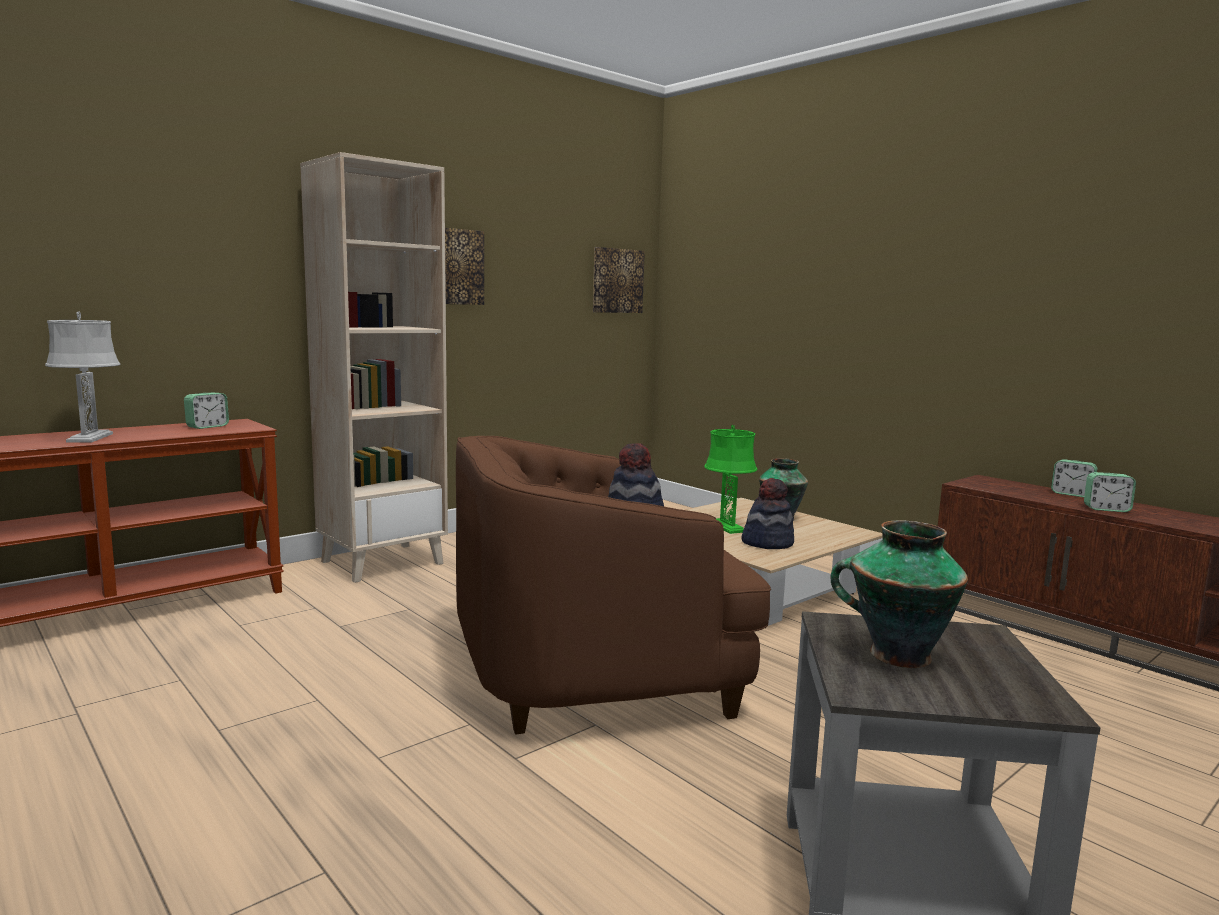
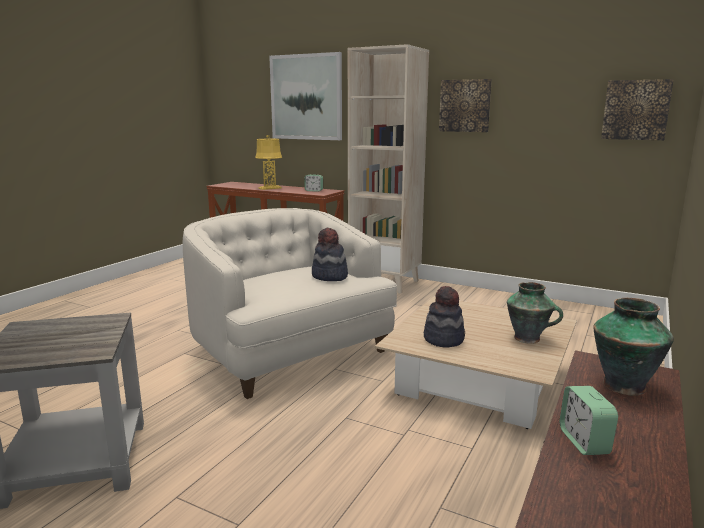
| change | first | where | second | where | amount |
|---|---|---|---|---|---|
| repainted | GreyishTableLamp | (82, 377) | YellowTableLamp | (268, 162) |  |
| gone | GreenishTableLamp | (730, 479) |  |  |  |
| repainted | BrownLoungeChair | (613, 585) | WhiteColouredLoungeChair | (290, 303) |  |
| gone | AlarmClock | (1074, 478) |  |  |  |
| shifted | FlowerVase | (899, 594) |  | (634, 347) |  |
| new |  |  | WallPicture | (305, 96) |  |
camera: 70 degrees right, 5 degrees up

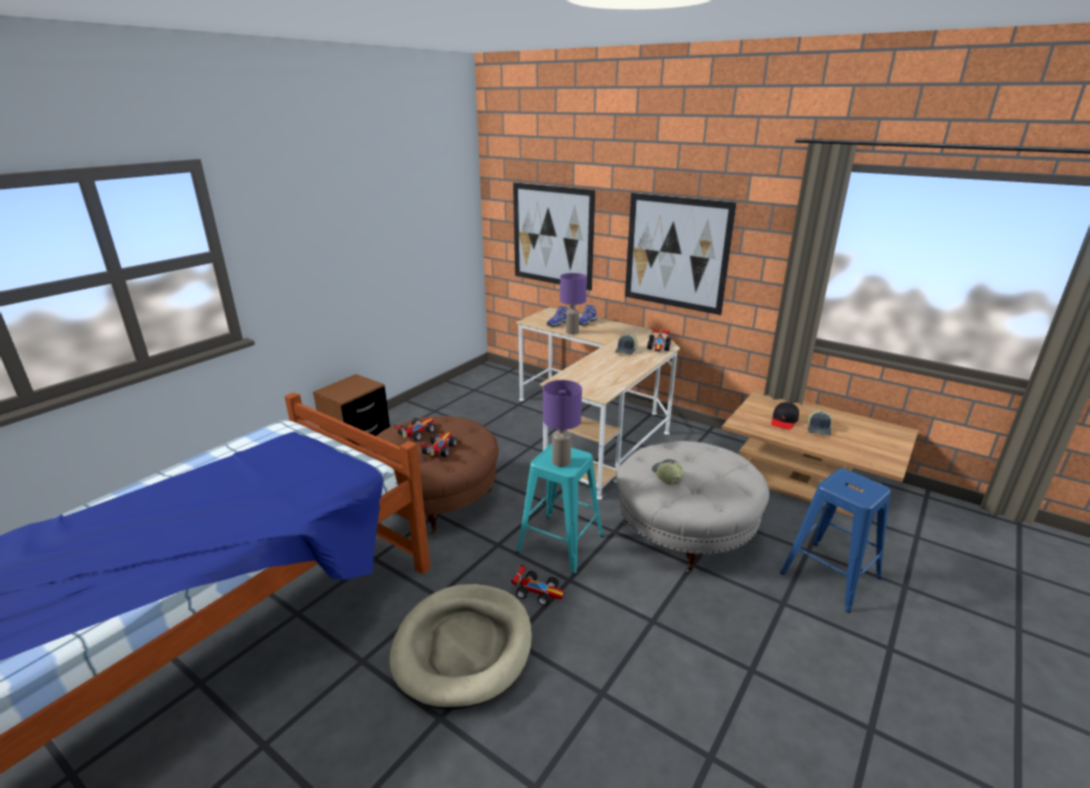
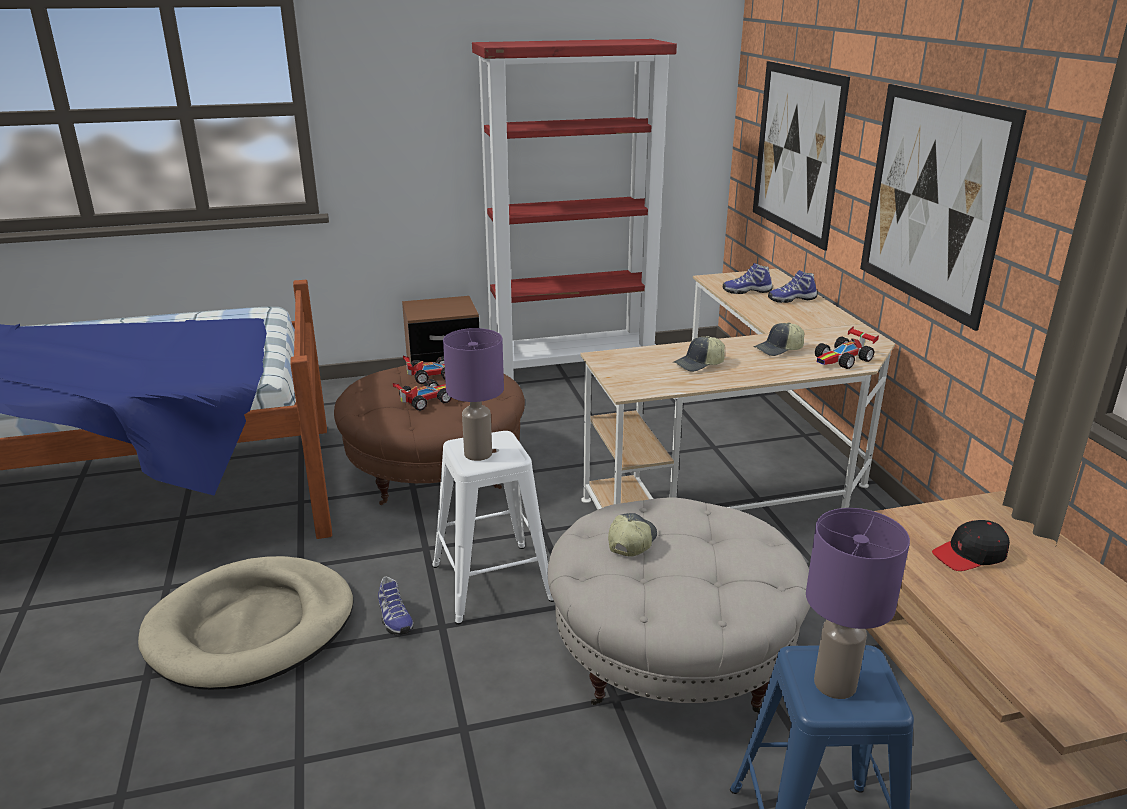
| change | first | where | second | where | amount |
|---|---|---|---|---|---|
| shifted | PurpleTableLamp | (573, 304) |  | (858, 603) |  |
| shifted | Cap | (819, 423) |  | (699, 354) |  |
| repainted | BlueGreenStoolSeat | (560, 509) | WhiteColouredStoolSeat | (493, 528) |  |
| swapped | MiniatureCar | (538, 584) | Shoe | (395, 605) |  |
| new |  |  | ReddishBookshelf | (574, 209) |  |
camera: 40 degrees right, 0 degrees up

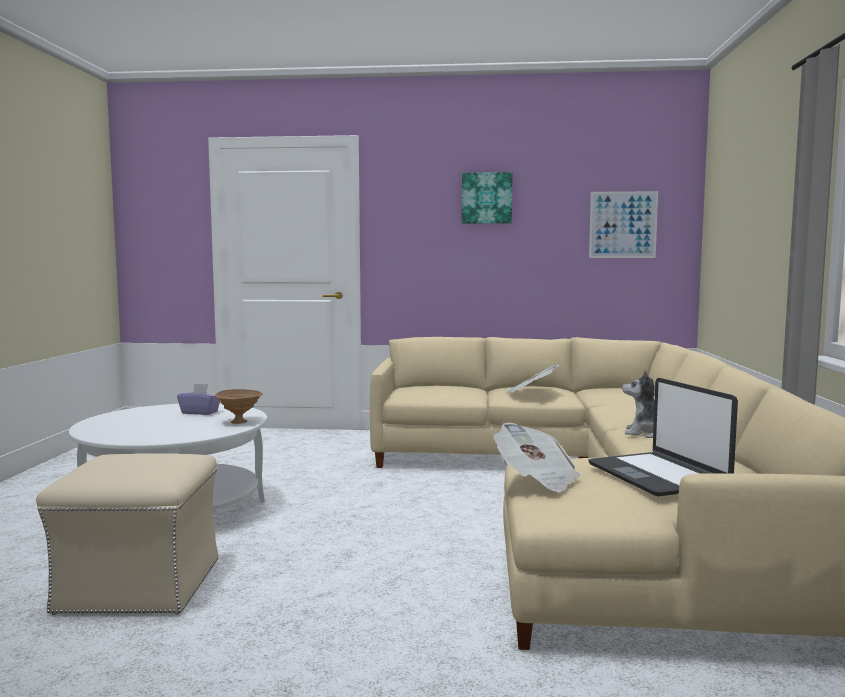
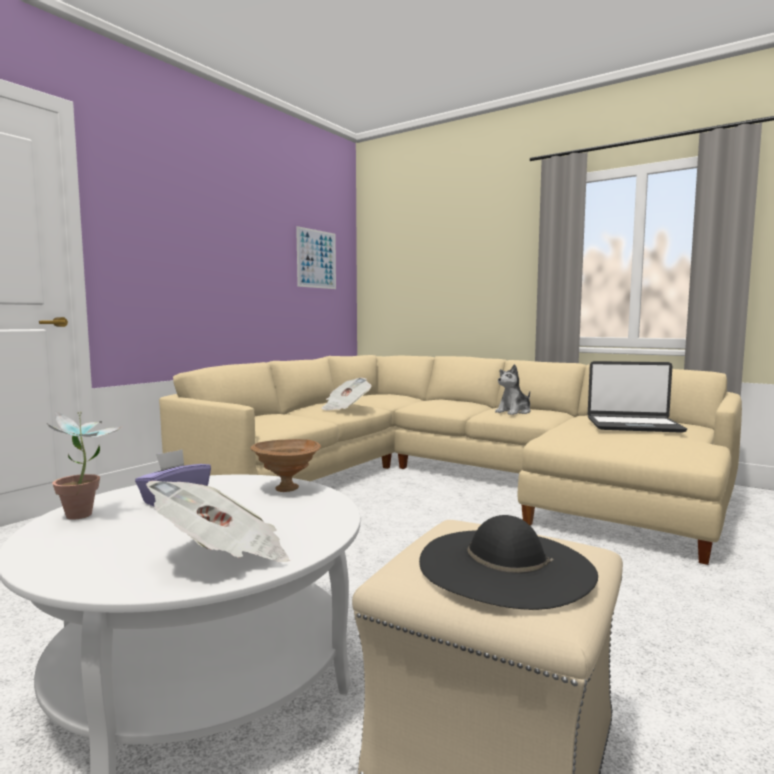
| change | first | where | second | where | amount |
|---|---|---|---|---|---|
| gone | WallPicture | (487, 198) |  |  |  |
| shifted | Newspaper | (537, 457) |  | (218, 521) |  |
| new |  |  | Houseplant | (84, 465) |  |
| new |  |  | BlackWearableHat | (508, 562) |  |
camera: 60 degrees left, 0 degrees up

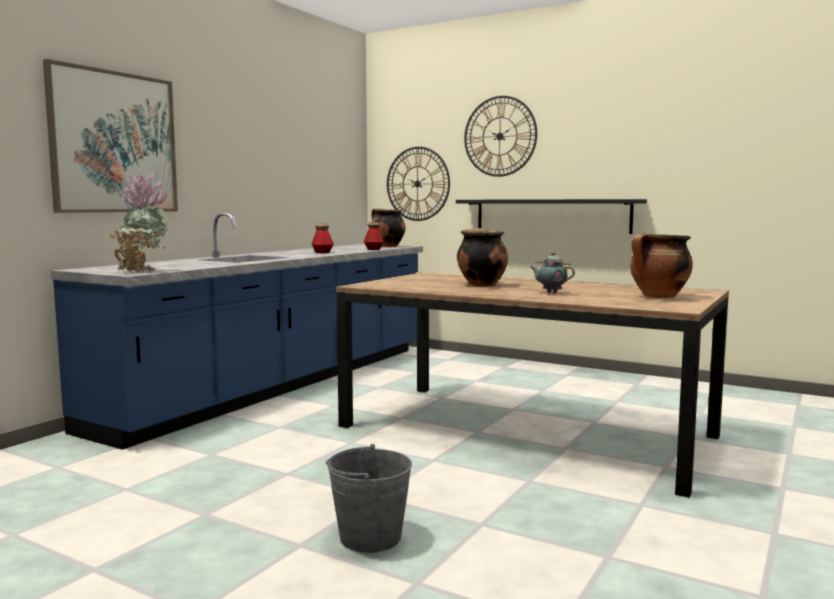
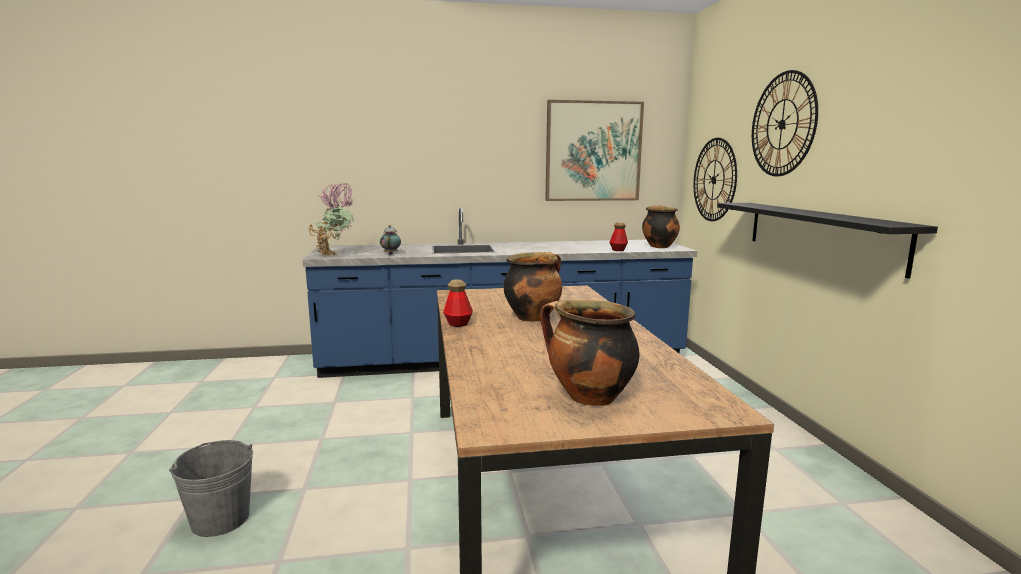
| change | first | where | second | where | amount |
|---|---|---|---|---|---|
| shifted | WallPicture | (110, 136) |  | (594, 150) |  |
| shifted | Bottle | (323, 238) |  | (458, 303) |  |
| shifted | PotForTea | (552, 272) |  | (390, 240) |  |
camera: 50 degrees right, 5 degrees up

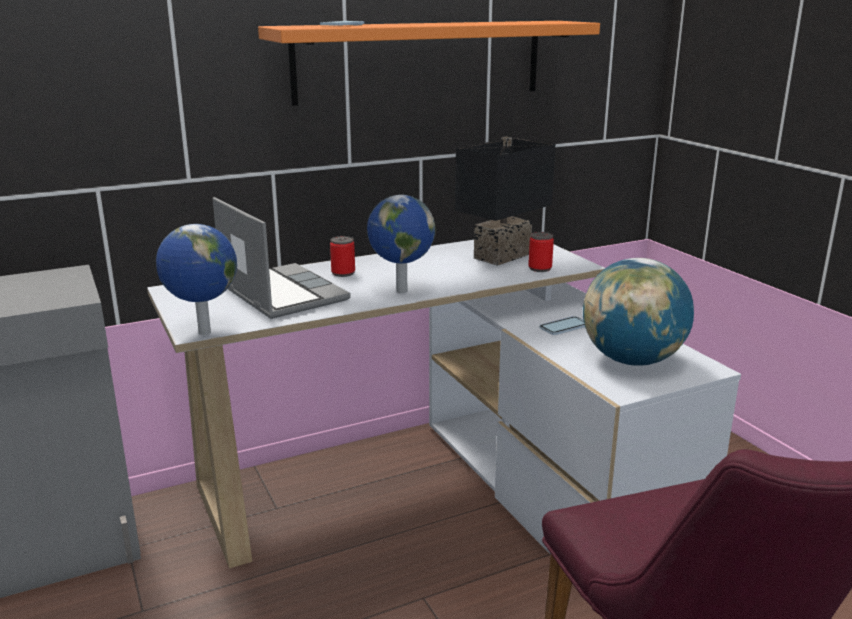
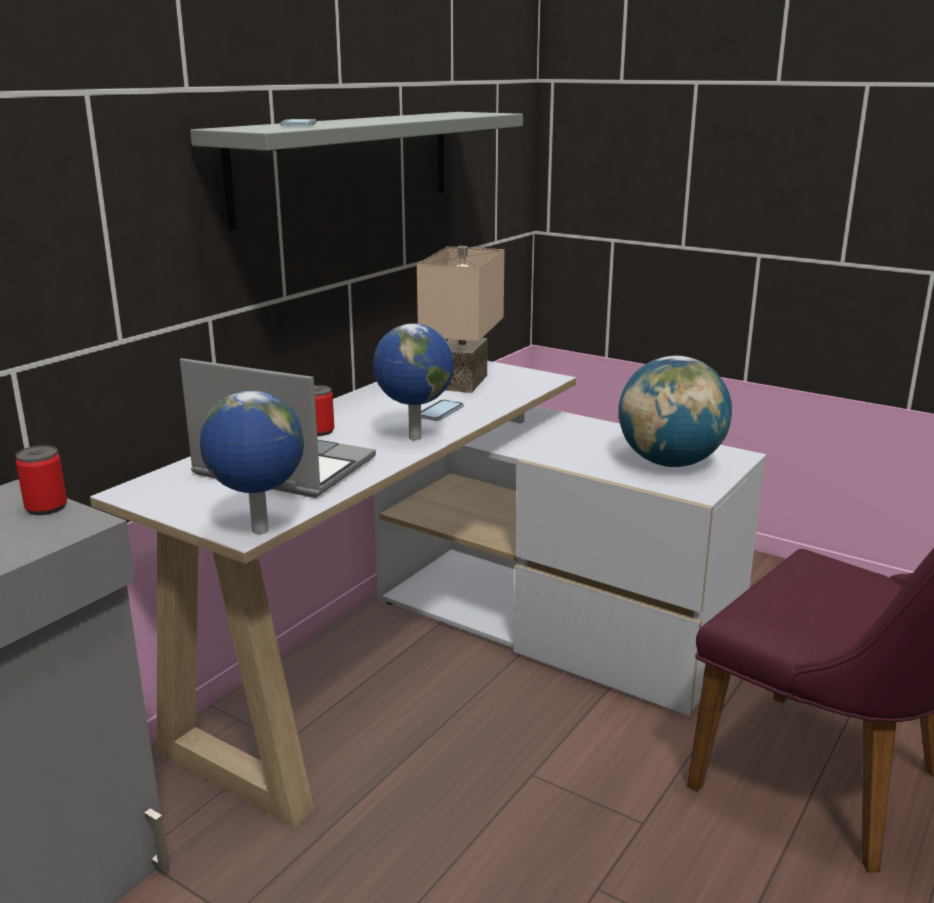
| change | first | where | second | where | amount |
|---|---|---|---|---|---|
| repainted | OrangeyWallShelf | (429, 63) | GreyishWallShelf | (356, 171) |  |
| repainted | BlackTableLamp | (505, 201) | SandColouredTableLamp | (461, 319) |  |
| shifted | Can | (541, 252) |  | (41, 480) |  |
| shifted | Telephone | (562, 325) |  | (442, 410) |  |
camera: 30 degrees left, 0 degrees up

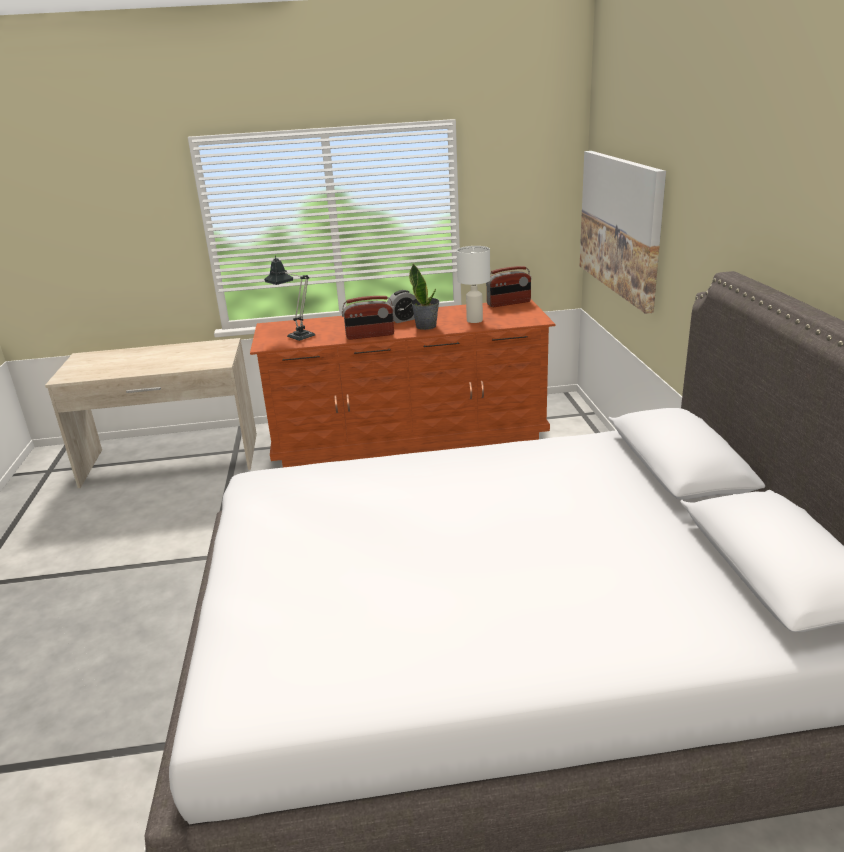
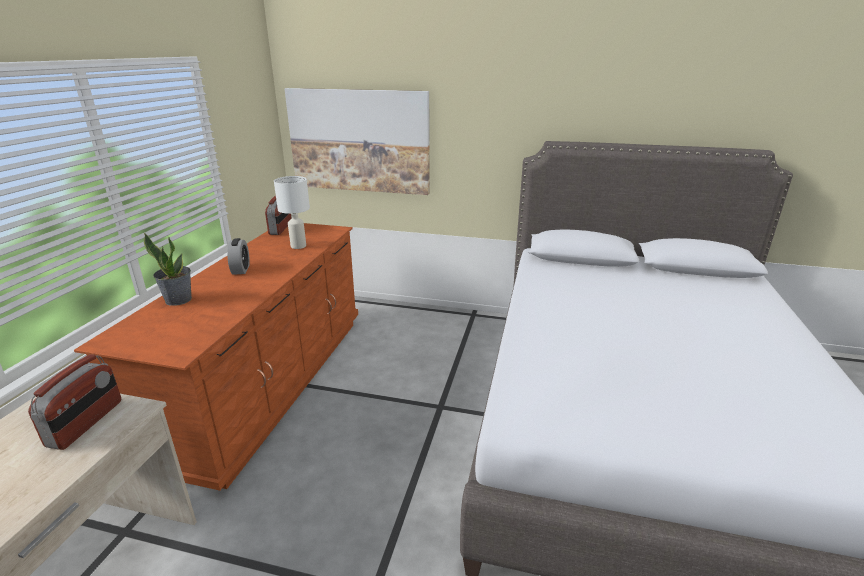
| change | first | where | second | where | amount |
|---|---|---|---|---|---|
| gone | TableLamp | (289, 298) |  |  |  |
| shifted | Houseplant | (424, 297) |  | (168, 269) |  |
| shifted | RadioReceiver | (368, 318) |  | (74, 402) |  |
camera: 70 degrees left, 0 degrees up

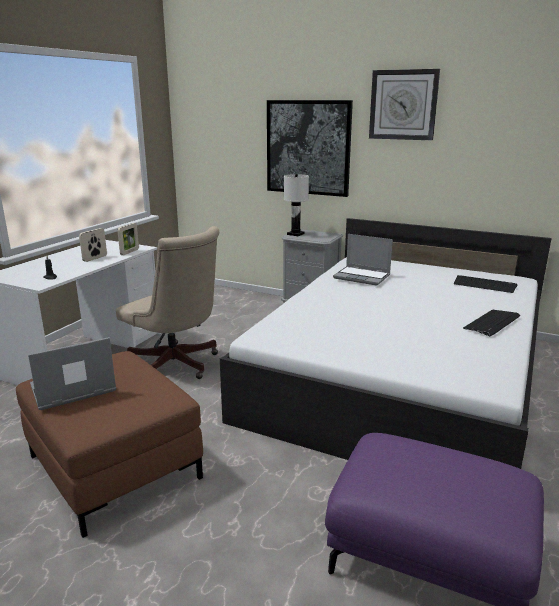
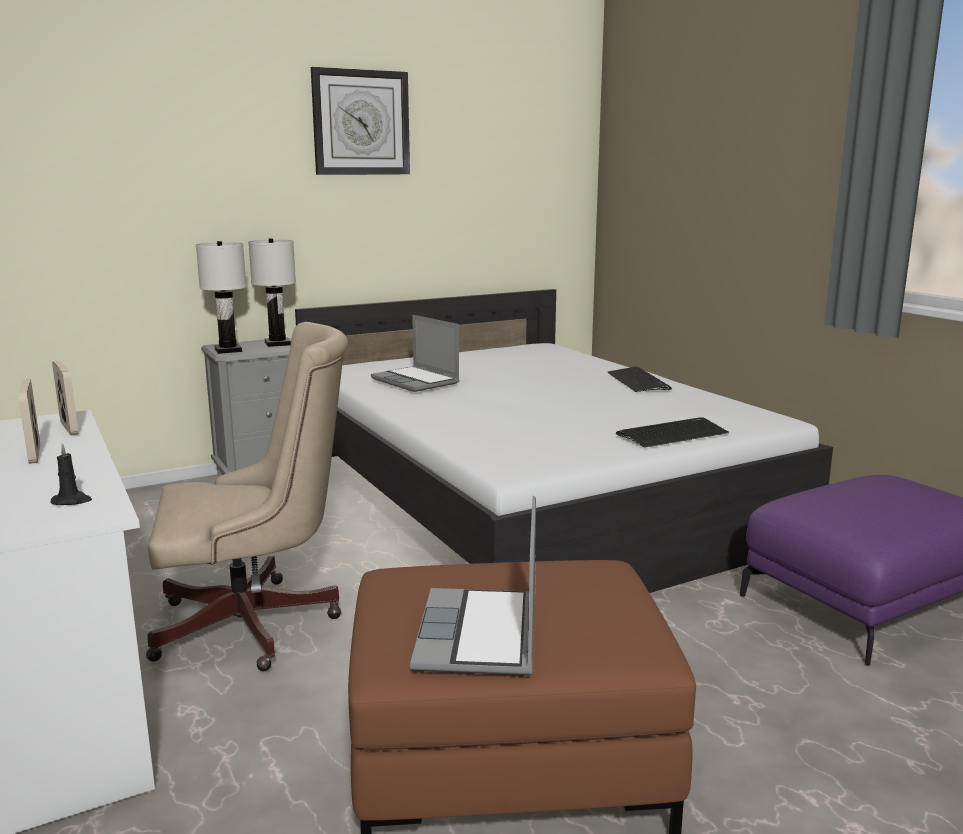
| change | first | where | second | where | amount |
|---|---|---|---|---|---|
| gone | WallPicture | (310, 148) |  |  |  |
| rotated | NotebookComputer | (363, 260) |  | (415, 353) | 75 degrees clockwise |
| shifted | PcKeyboard | (486, 284) |  | (672, 432) |  |
| new |  |  | WhiteColouredTableLamp | (272, 292) |  |
camera: 55 degrees left, 5 degrees down

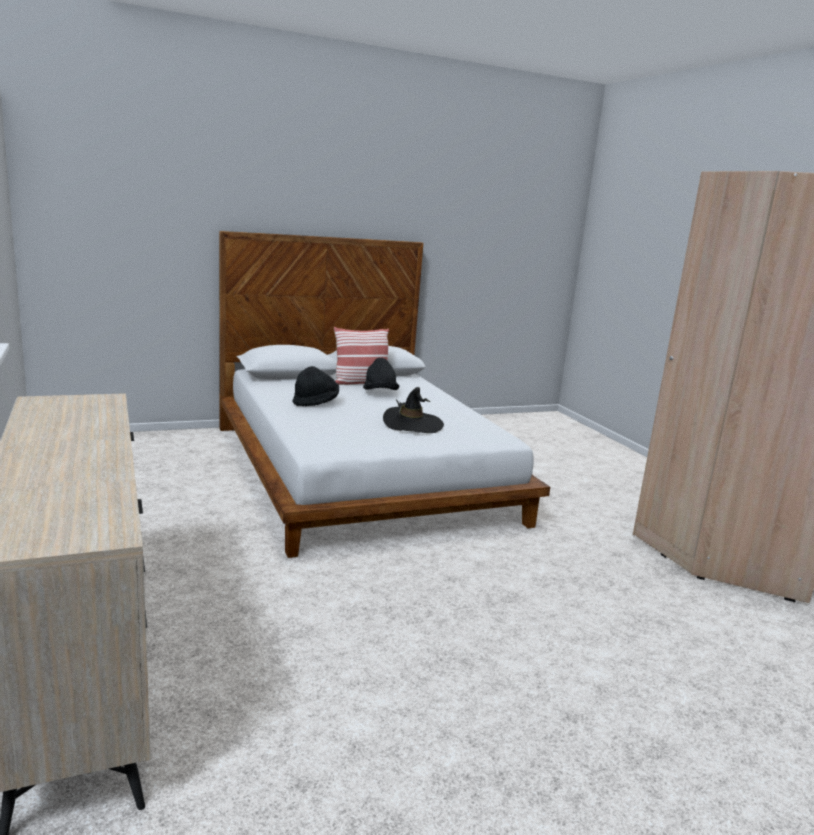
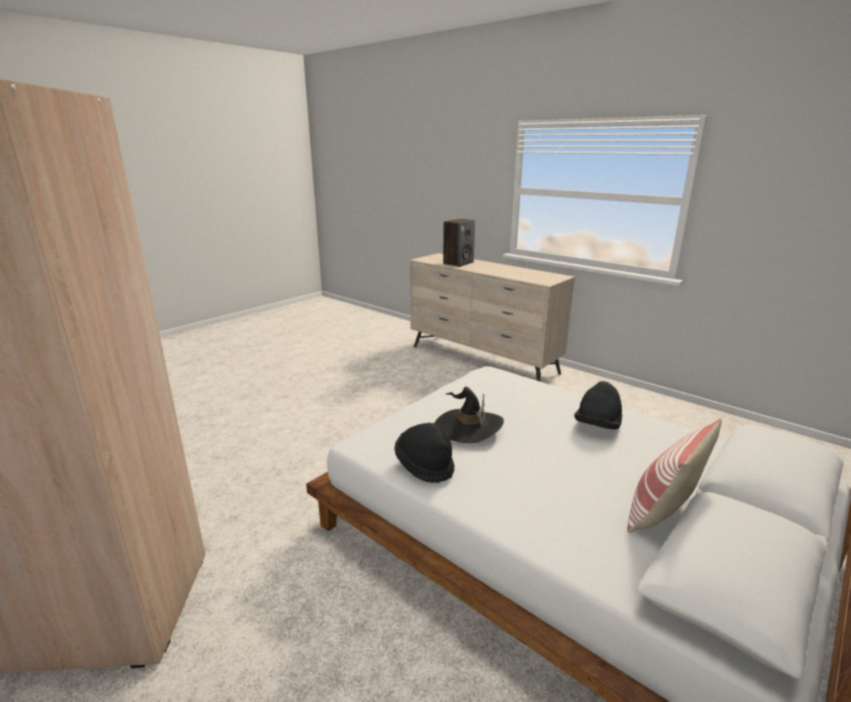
| change | first | where | second | where | amount |
|---|---|---|---|---|---|
| shifted | BlackWearableHat | (381, 374) |  | (424, 453) |  |
| new |  |  | Loudspeaker | (459, 243) |  |
camera: 155 degrees right, 5 degrees up

